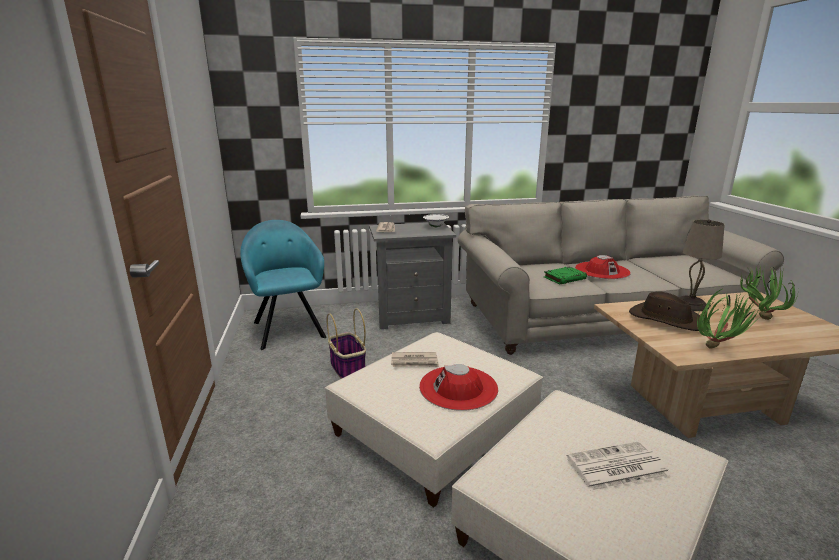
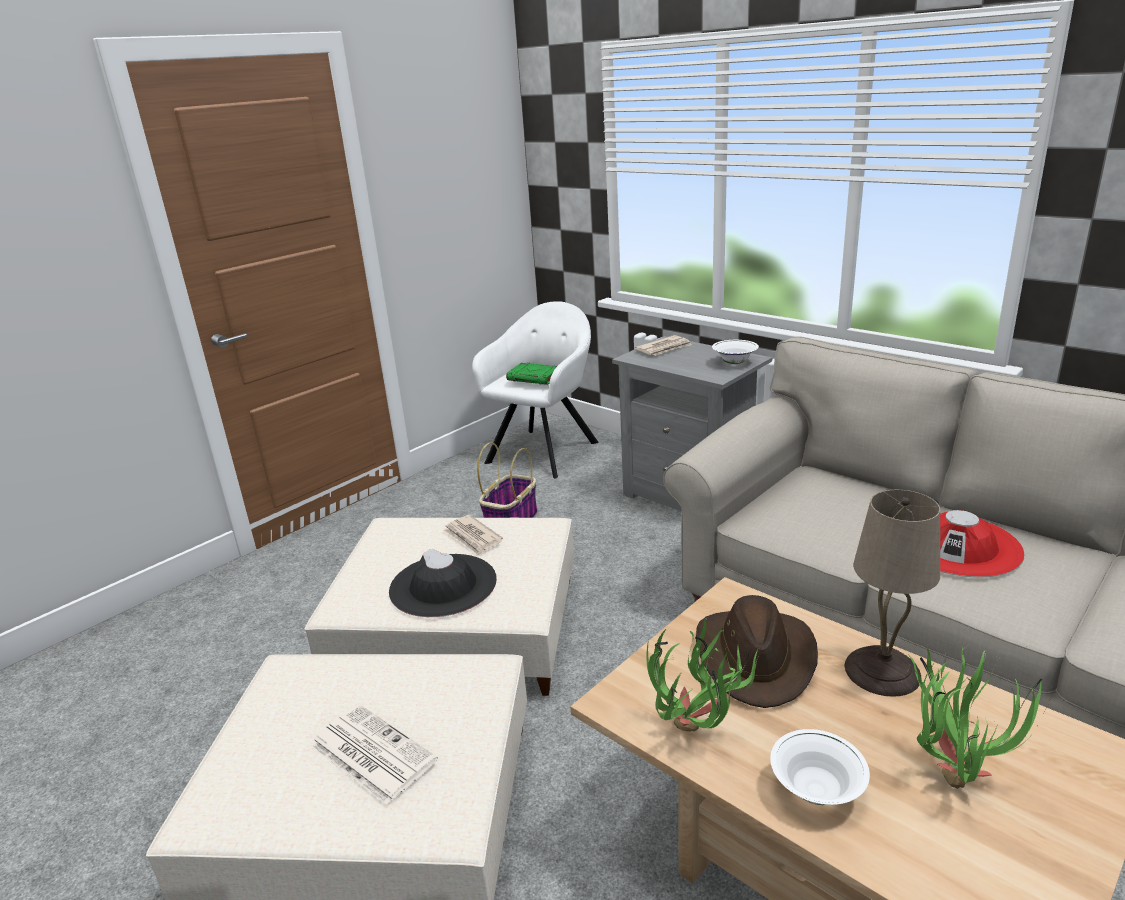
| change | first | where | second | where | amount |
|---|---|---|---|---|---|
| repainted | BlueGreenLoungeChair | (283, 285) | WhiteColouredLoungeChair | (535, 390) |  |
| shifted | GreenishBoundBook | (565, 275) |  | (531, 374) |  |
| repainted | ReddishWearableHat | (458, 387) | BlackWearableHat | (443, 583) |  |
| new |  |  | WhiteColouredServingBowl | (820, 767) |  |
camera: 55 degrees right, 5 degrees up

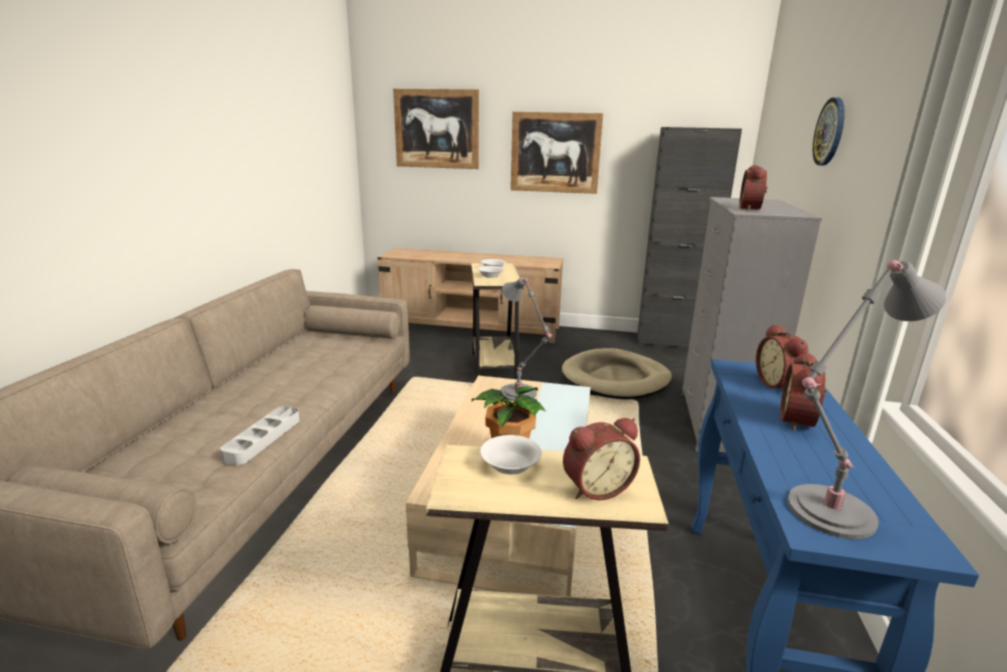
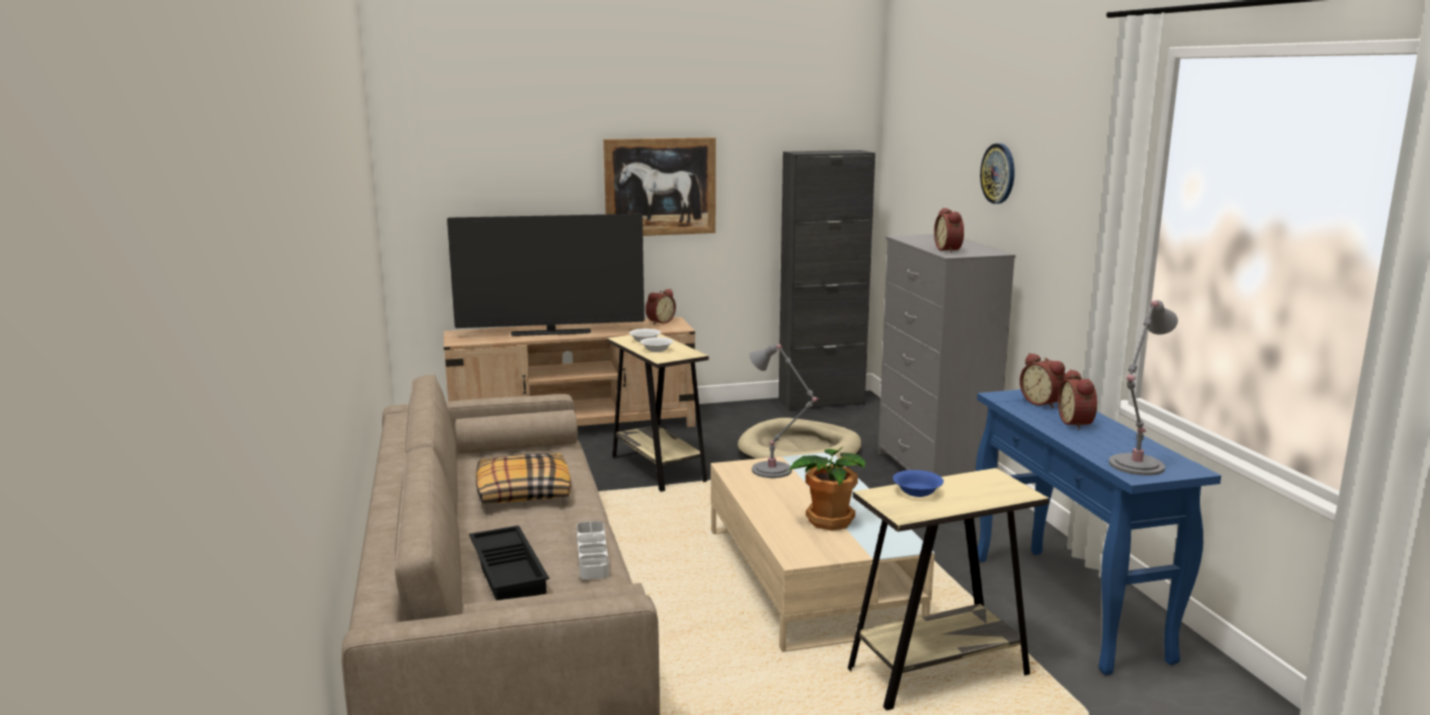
| change | first | where | second | where | amount |
|---|---|---|---|---|---|
| gone | WallPicture | (436, 129) |  |  |  |
| shifted | AlarmClock | (601, 459) |  | (661, 307) |  |
| repainted | WhiteColouredServingBowl | (511, 454) | BlueServingBowl | (918, 483) |  |
| new |  |  | Tv | (545, 275) |  |
| new |  |  | Pillow | (523, 478) |  |
| new |  |  | BlackTray | (509, 562) |  |
camera: 25 degrees left, 5 degrees down

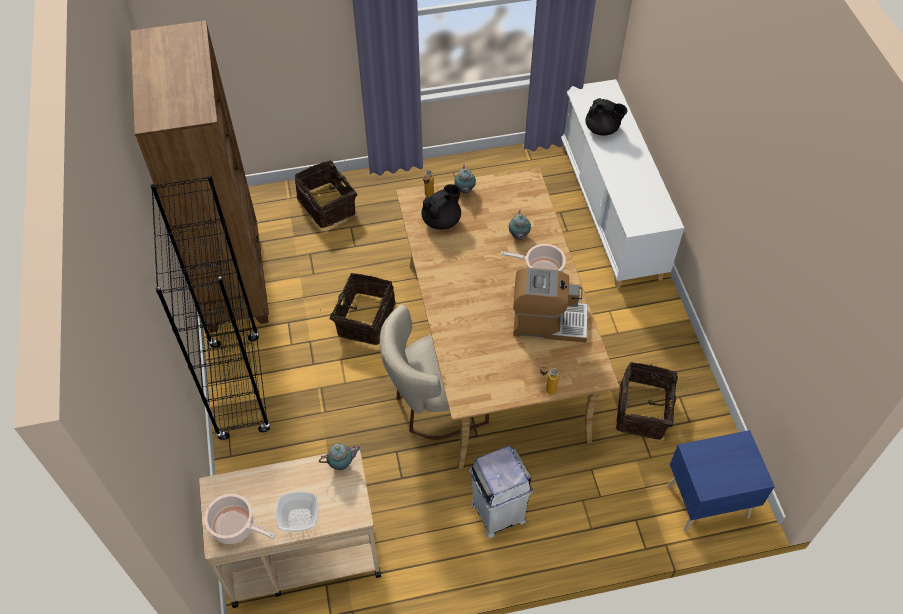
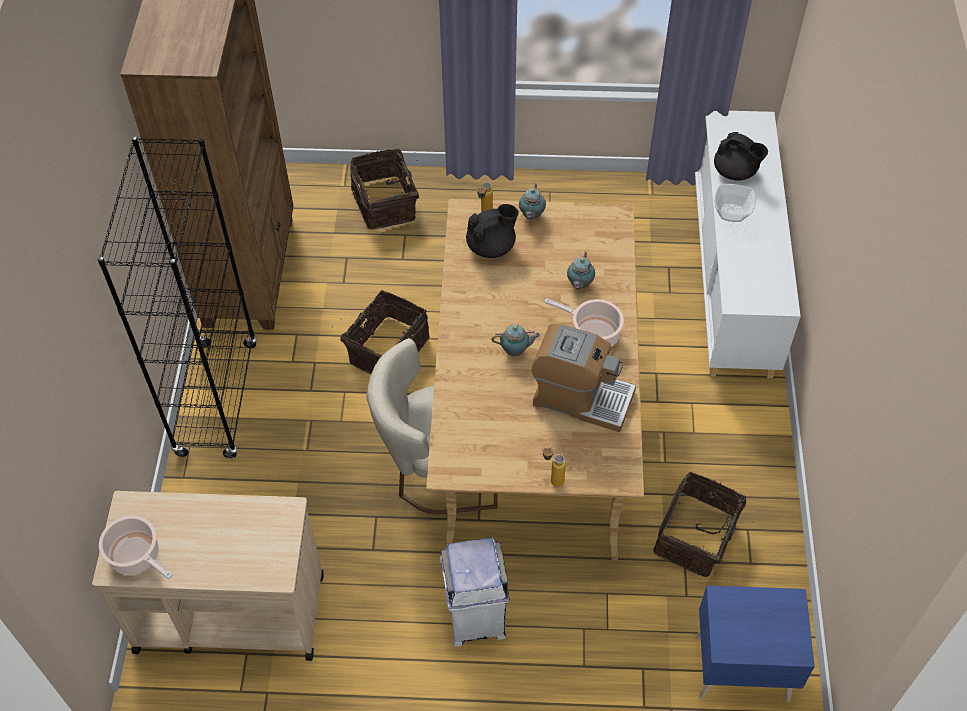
| change | first | where | second | where | amount |
|---|---|---|---|---|---|
| shifted | PotForTea | (340, 457) |  | (515, 340) |  |
| shifted | ServingBowl | (297, 512) |  | (735, 203) |  |
camera: 15 degrees right, 0 degrees up

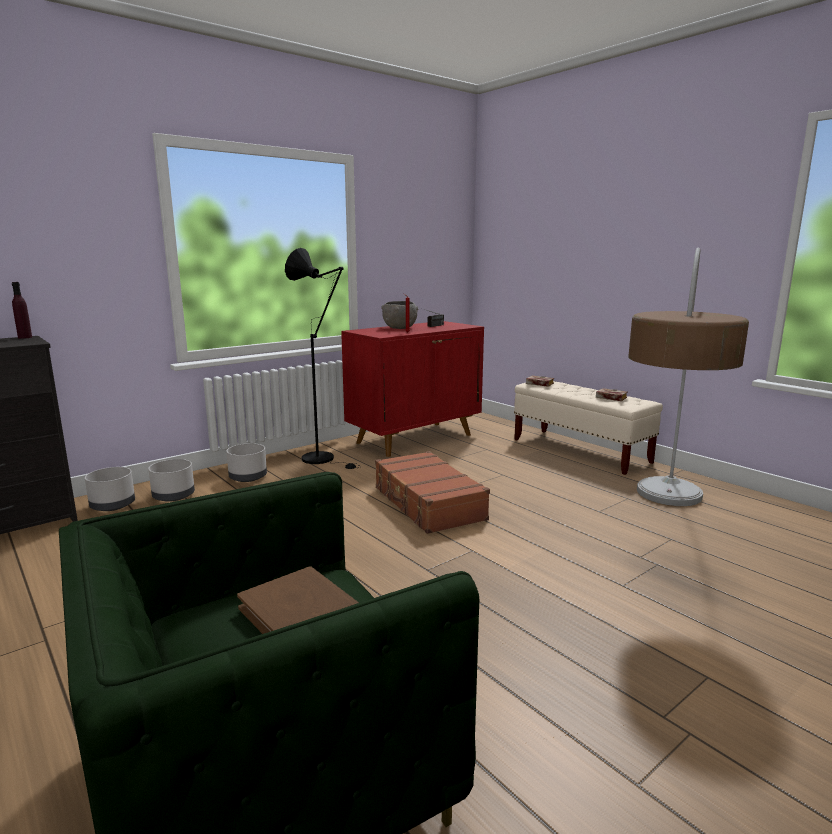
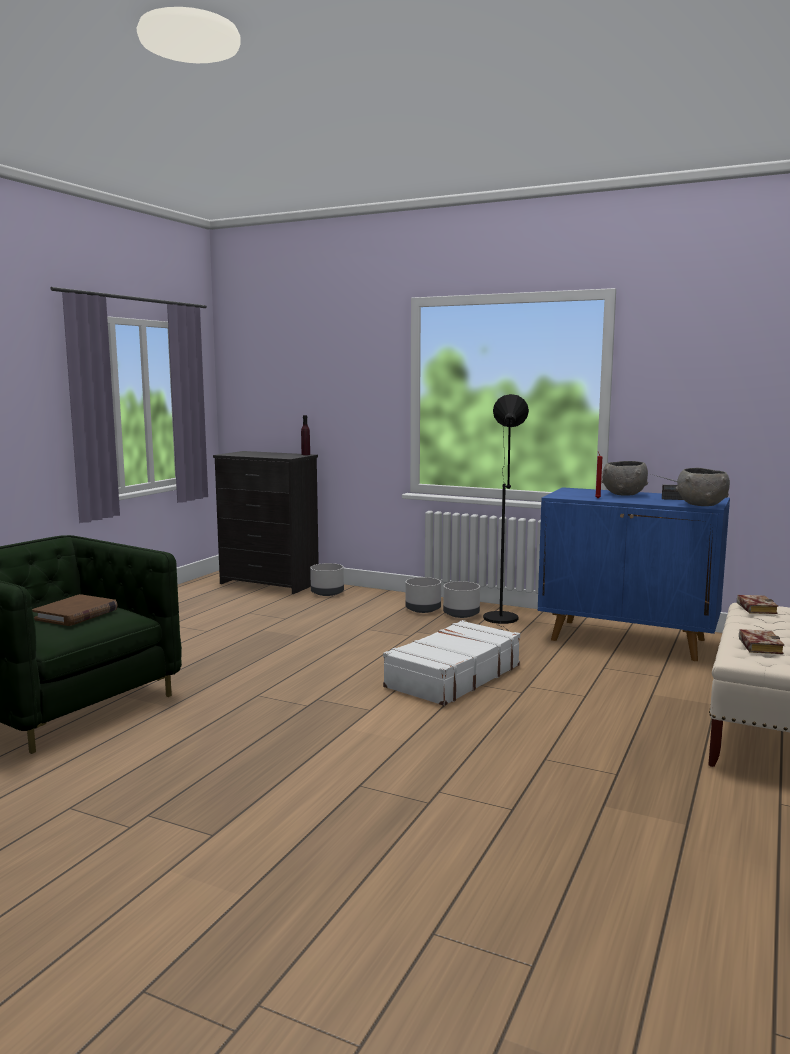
| change | first | where | second | where | amount |
|---|---|---|---|---|---|
| gone | FloorLamp | (688, 376) |  |  |  |
| repainted | ReddishStorageCabinet | (412, 389) | BlueStorageCabinet | (634, 574) |  |
| repainted | BrownSuitcase | (432, 492) | WhiteColouredSuitcase | (451, 663) |  |
| shifted | GreyishPlanter | (171, 480) |  | (461, 599) |  |
| new |  |  | GreyishServingBowl | (703, 487) |  |
camera: 65 degrees right, 5 degrees down

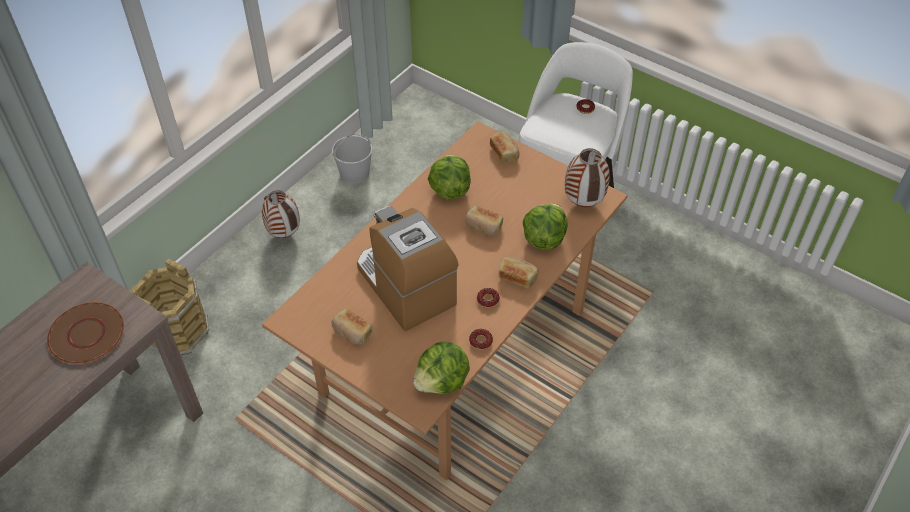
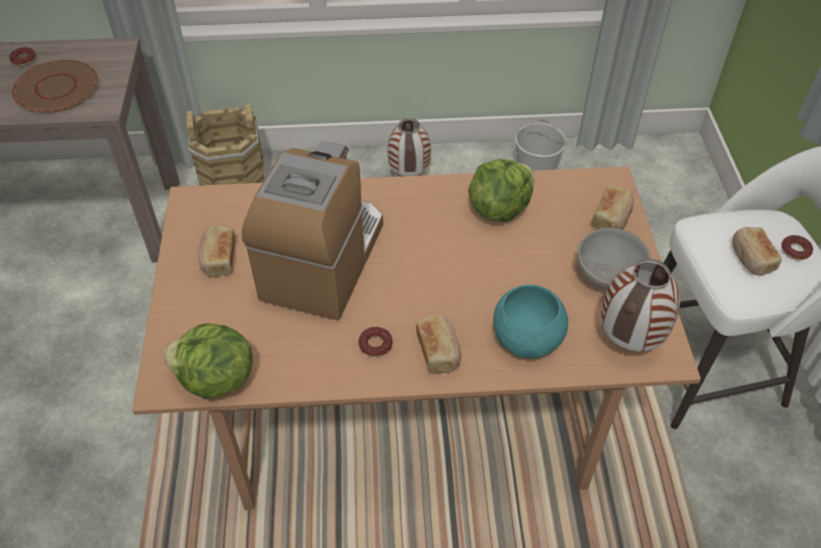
| change | first | where | second | where | amount |
|---|---|---|---|---|---|
| swapped | LettuceHead | (545, 227) | BlueGreenServingBowl | (530, 322) |  |
| shifted | BakedBread | (484, 220) |  | (757, 251) |  |
| shifted | RingDoughnut | (481, 339) |  | (22, 56) |  |
| new |  |  | GreyishServingBowl | (614, 259) |  |
camera: 50 degrees right, 0 degrees up

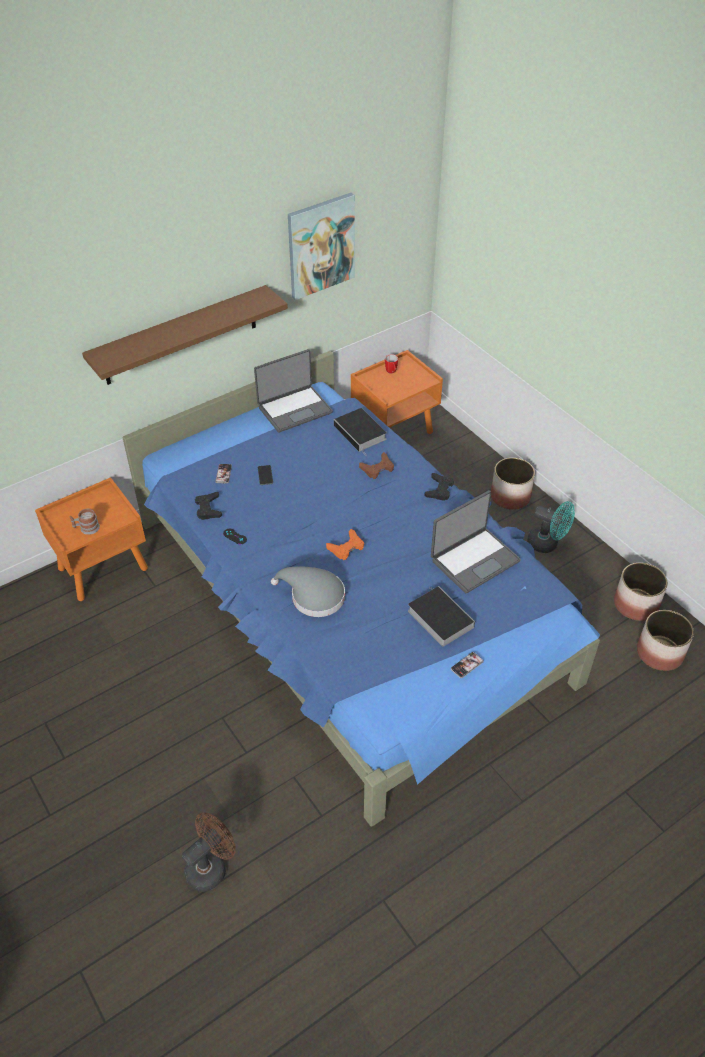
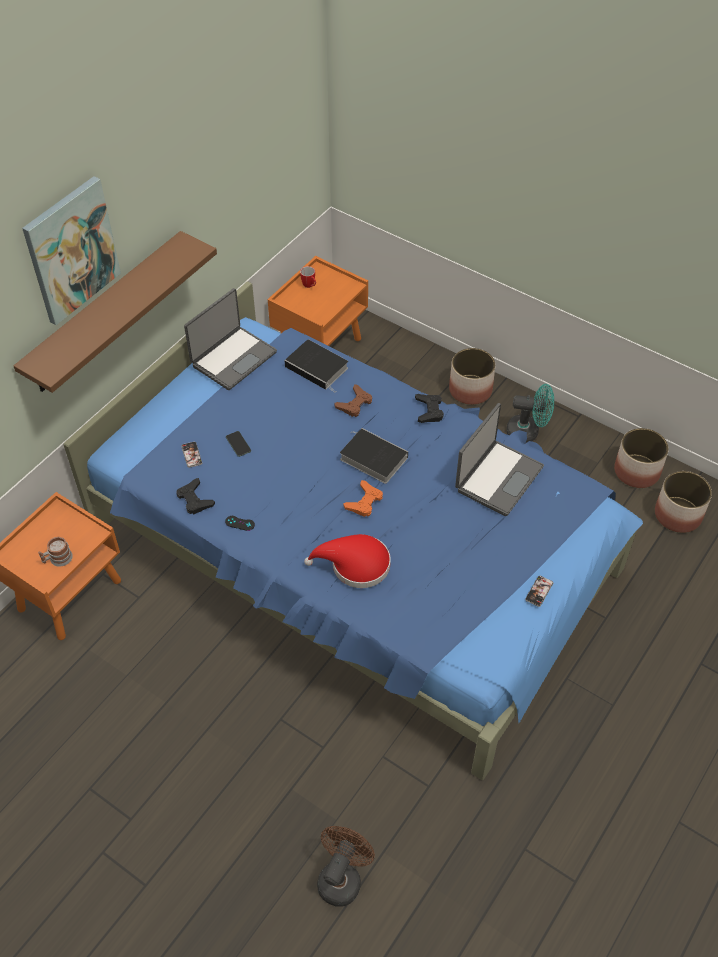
| change | first | where | second | where | amount |
|---|---|---|---|---|---|
| shifted | WallPicture | (321, 246) |  | (71, 250) |  |
| repainted | GreyishWearableHat | (308, 591) | ReddishWearableHat | (347, 561) |  |
| shifted | BoundBook | (441, 616) |  | (374, 456) |  |
camera: 20 degrees left, 5 degrees up

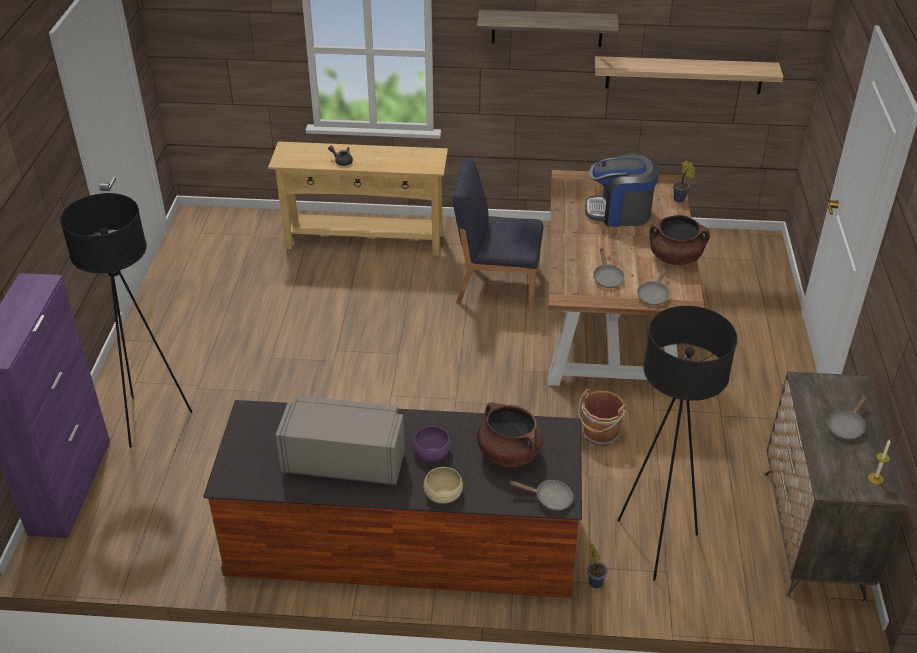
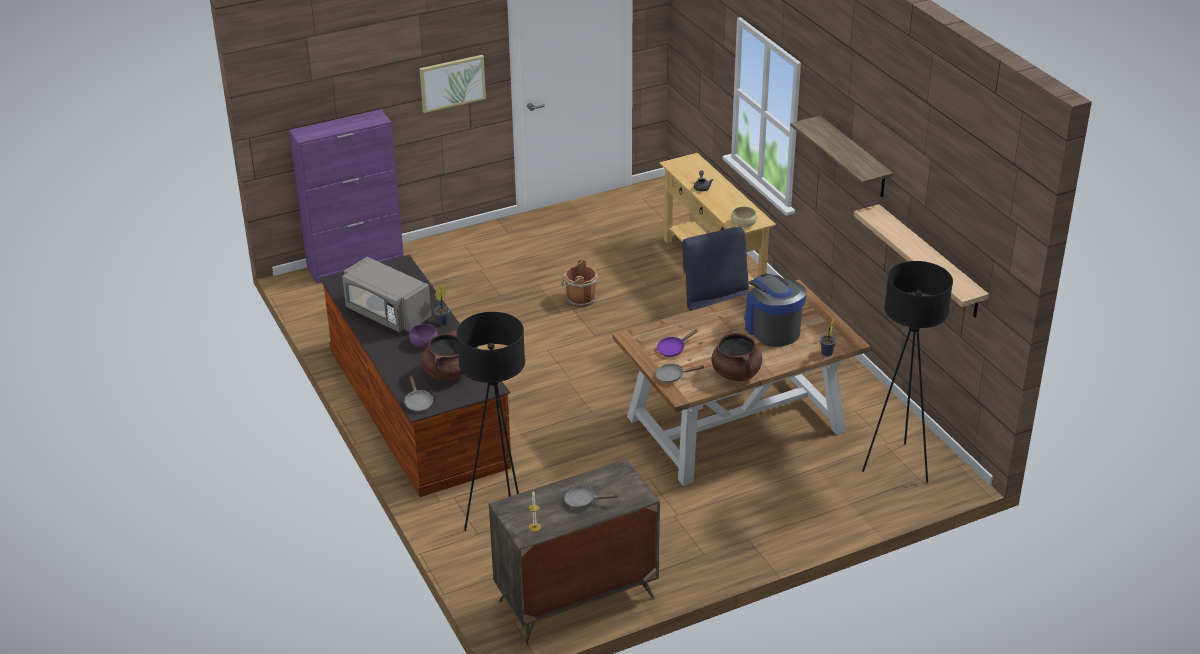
| change | first | where | second | where | amount |
|---|---|---|---|---|---|
| shifted | BlackFloorLamp | (126, 320) |  | (907, 372) |  |
| repainted | GreyishFryingPan | (609, 268) | PurpleFryingPan | (677, 343) |  |
| shifted | BrownBucket | (602, 417) |  | (579, 283) |  |
| rotated | GreyishMicrowaveOven | (340, 440) |  | (387, 294) | 150 degrees clockwise |
| shifted | SandColouredServingBowl | (443, 485) |  | (744, 216) |  |
| shifted | Houseplant | (597, 565) |  | (442, 305) |  |
| new |  |  | WallPicture | (452, 84) |  |
camera: 60 degrees right, 5 degrees down

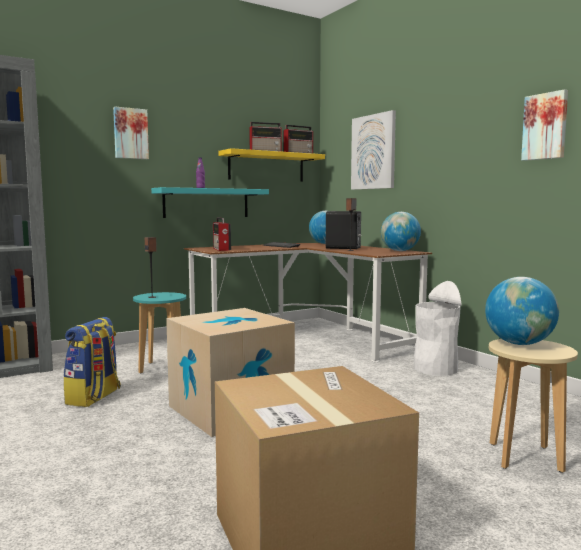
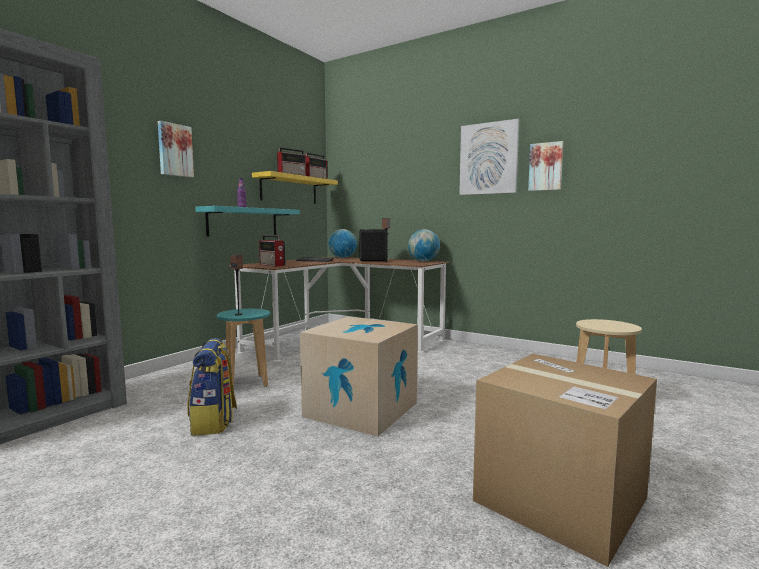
| change | first | where | second | where | amount |
|---|---|---|---|---|---|
| shifted | WallPicture | (373, 150) |  | (489, 157) |  |
| gone | WorldGlobe | (522, 311) |  |  |  |
| gone | WhiteColouredTrashCan | (437, 328) |  |  |  |
camera: 25 degrees left, 0 degrees up

